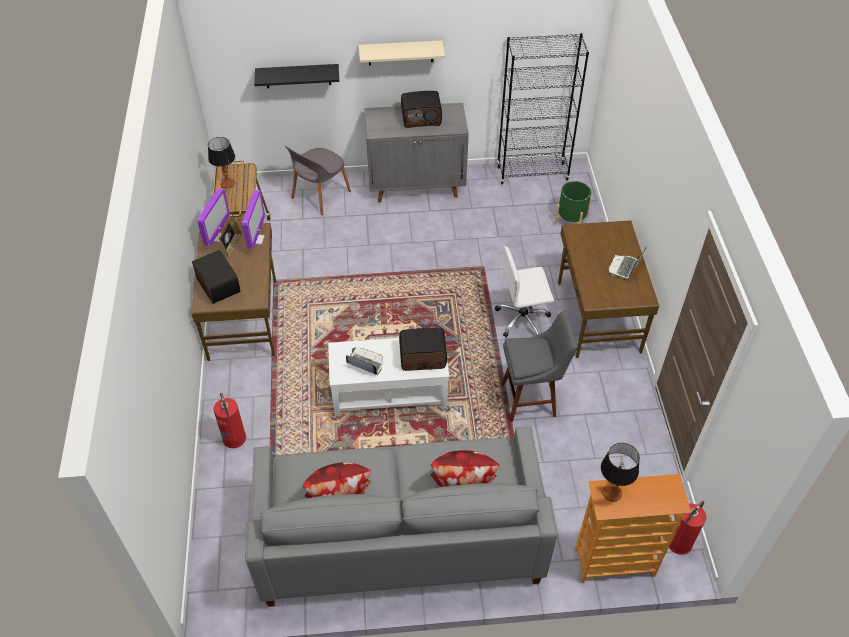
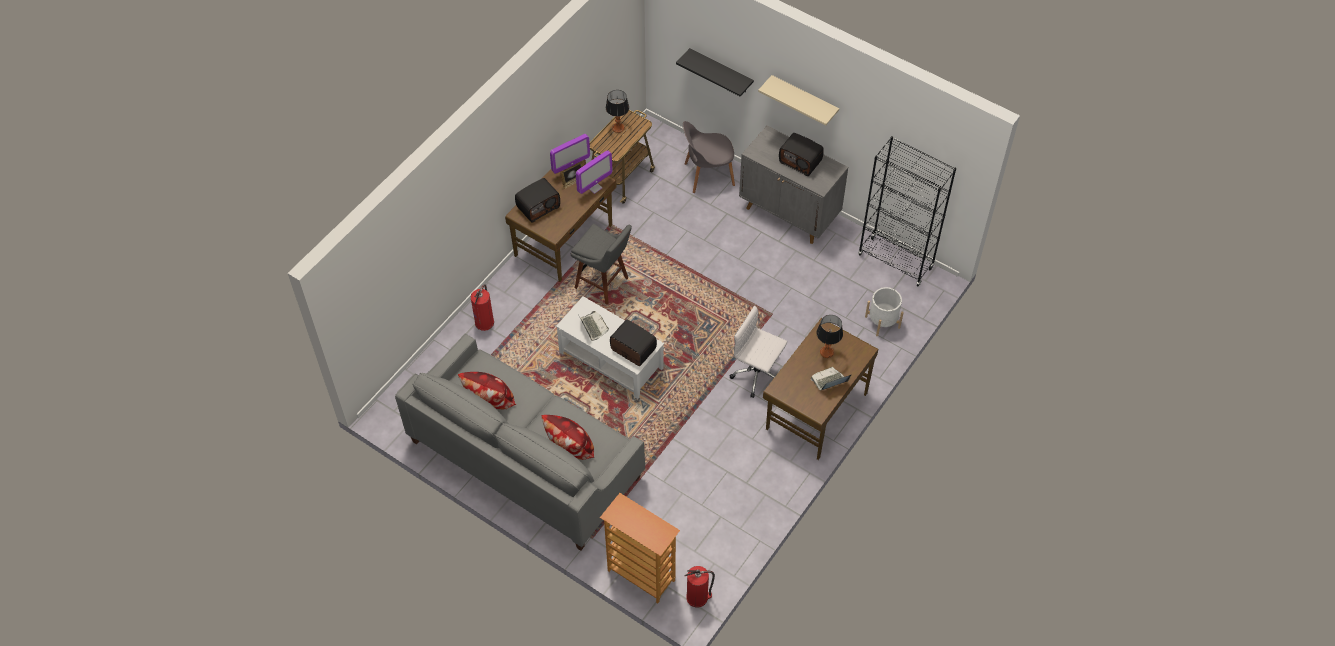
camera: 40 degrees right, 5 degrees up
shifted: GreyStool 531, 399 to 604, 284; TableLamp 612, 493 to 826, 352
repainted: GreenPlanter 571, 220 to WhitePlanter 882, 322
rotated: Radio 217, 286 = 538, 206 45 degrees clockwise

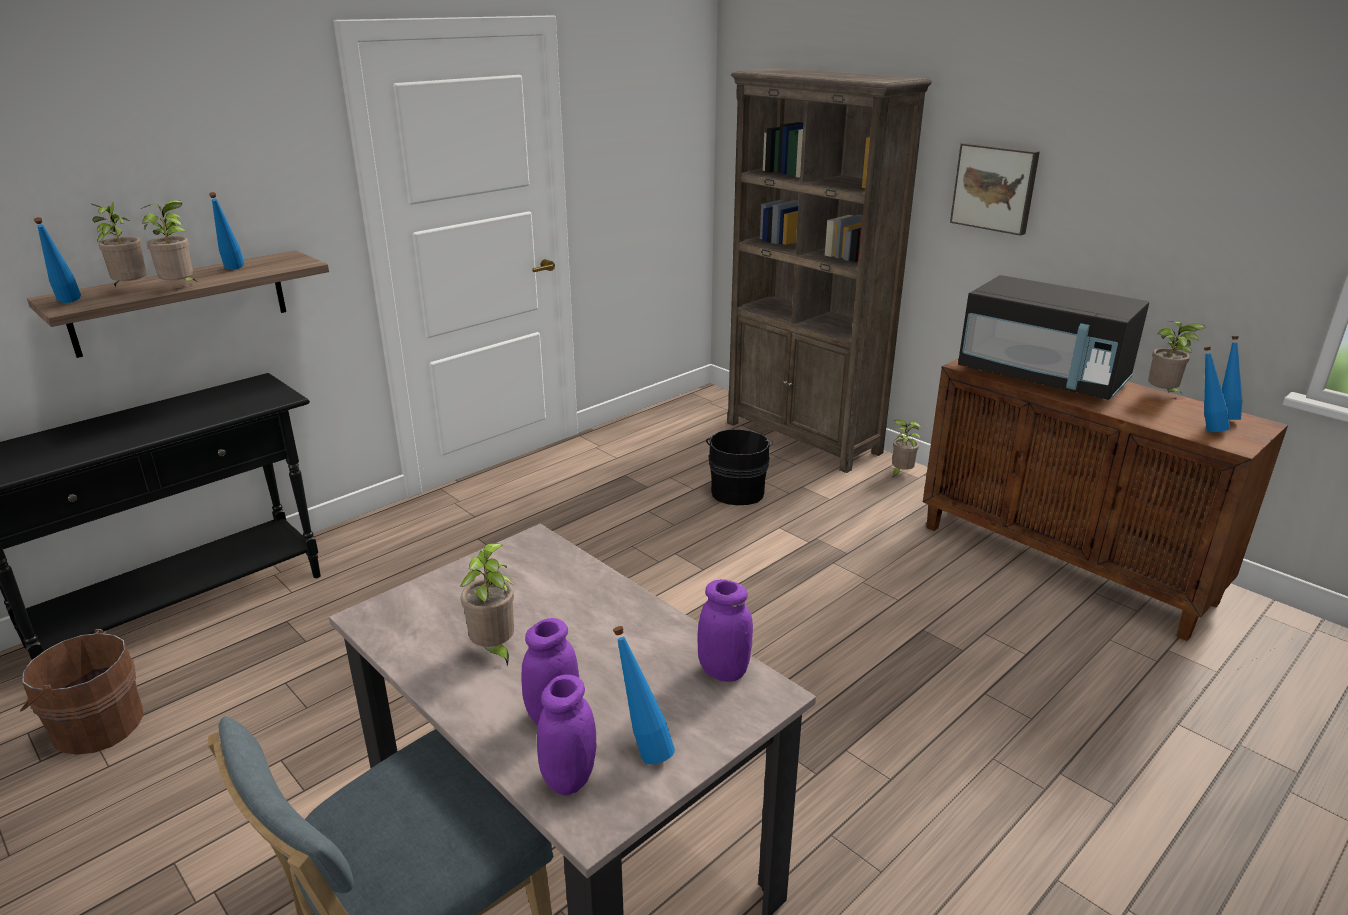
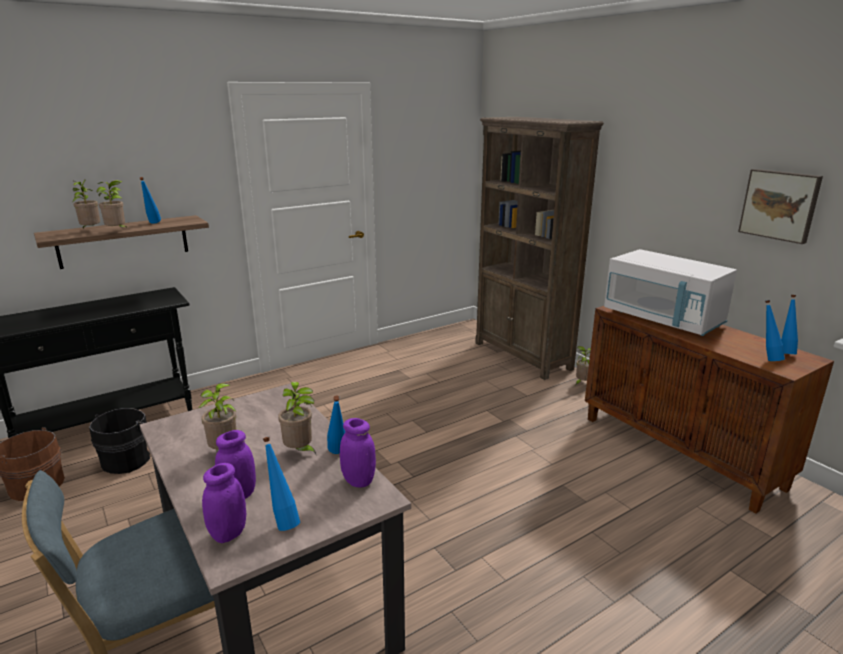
camera: 10 degrees right, 5 degrees down
shifted: BlackBucket 738, 491 to 128, 459; PottedPlant 1163, 395 to 300, 451; BlueBottle 68, 303 to 338, 455; Picture 995, 187 to 780, 205
repainted: BlackMicrowave 1042, 378 to WhiteMicrowave 662, 319

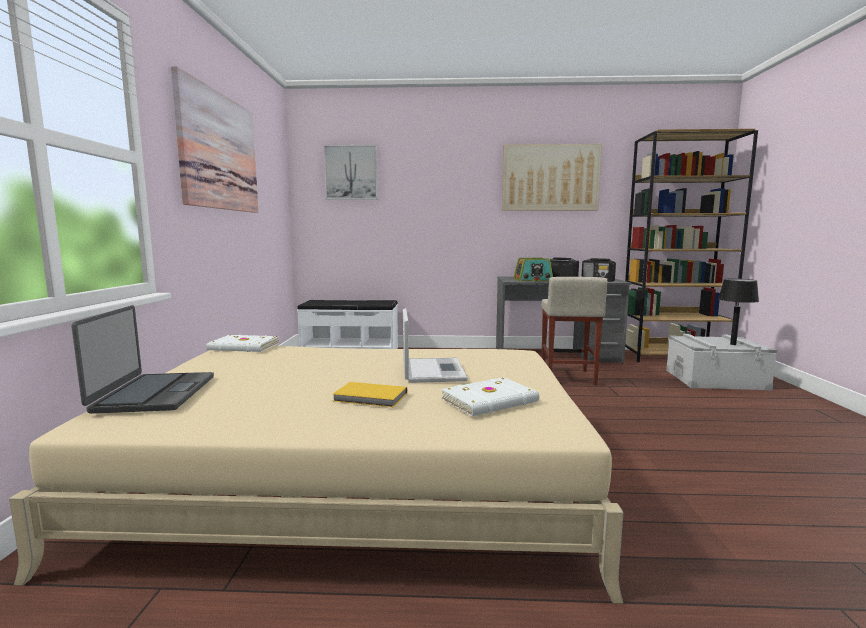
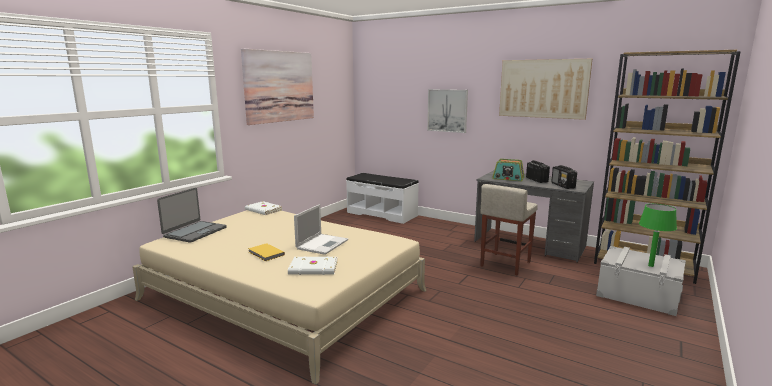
camera: 30 degrees right, 5 degrees up
shifted: Picture 351, 172 to 447, 110
repainted: BlackTableLamp 733, 344 to GreenTableLamp 651, 265

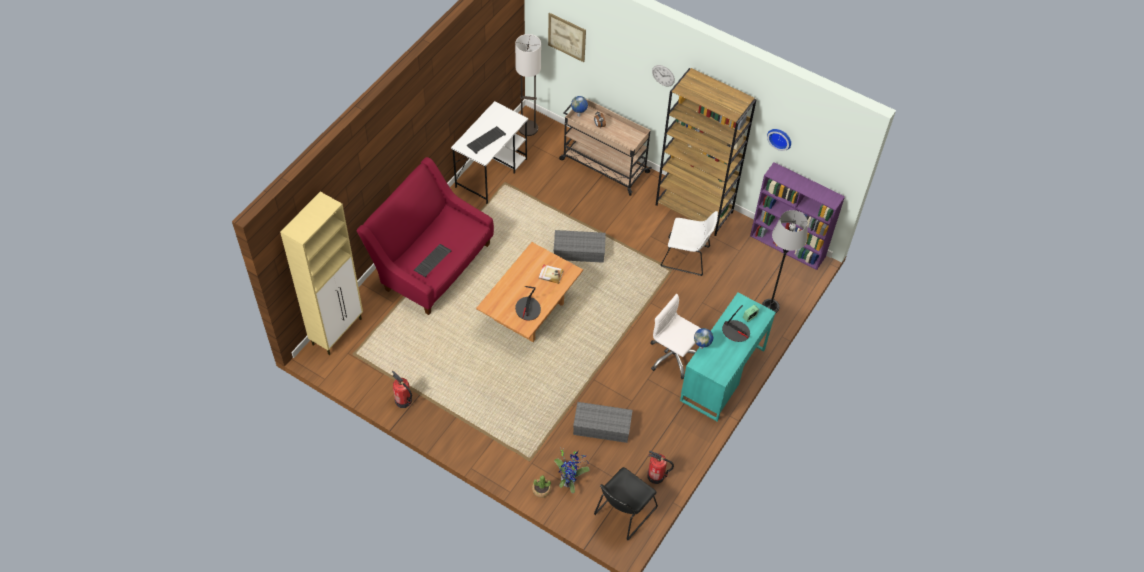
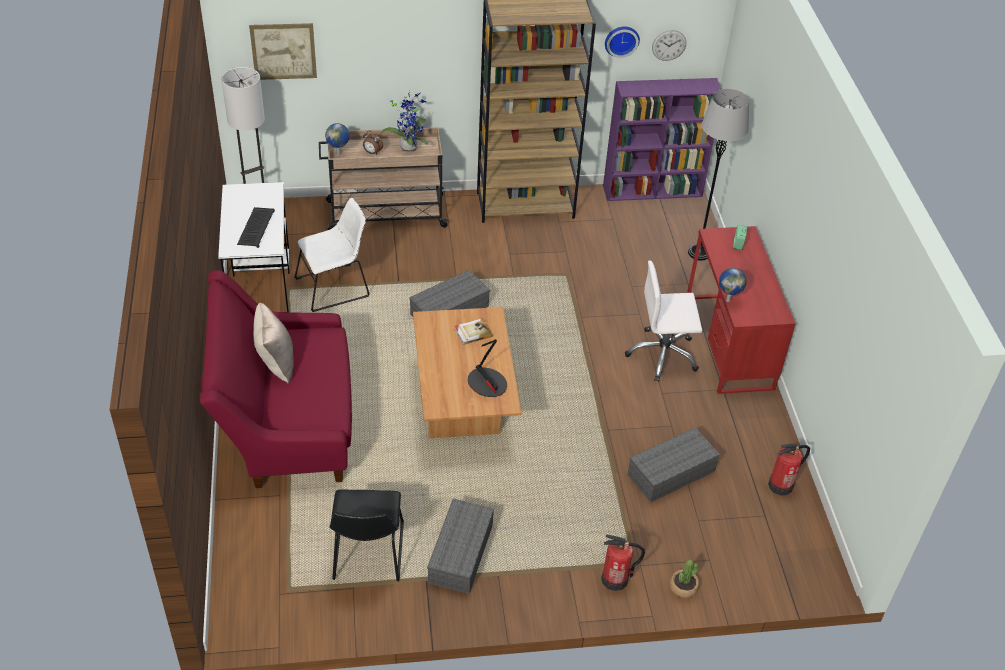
camera: 40 degrees left, 10 degrees down
gone: BeigeCabinet 337, 331; Keyboard 432, 260; TableLamp 735, 331
new: BeigePillow 275, 362; GreyStorageBox 461, 555
shifted: WhiteChair 687, 257 to 335, 287; BlackChair 623, 512 to 368, 555; PottedPlant 569, 480 to 409, 146; FireExtinguisher 403, 401 to 615, 579; WallClock 663, 75 to 669, 45
repainted: TurquoiseDesk 722, 375 to RedDesk 728, 342

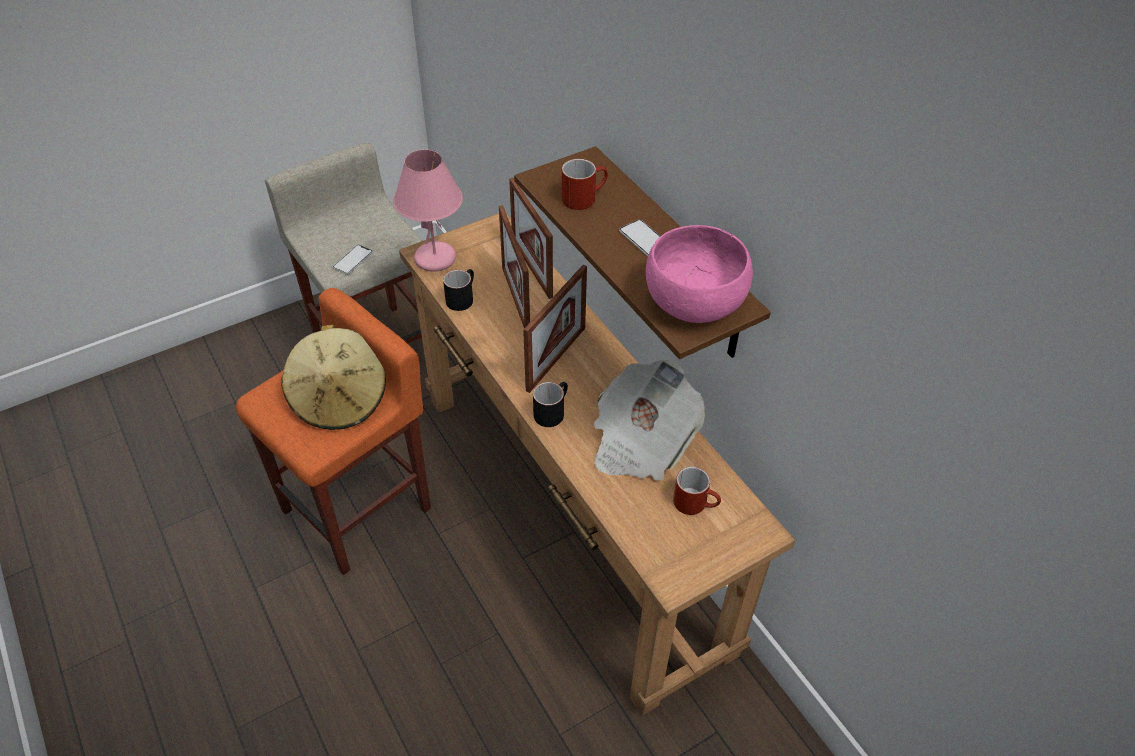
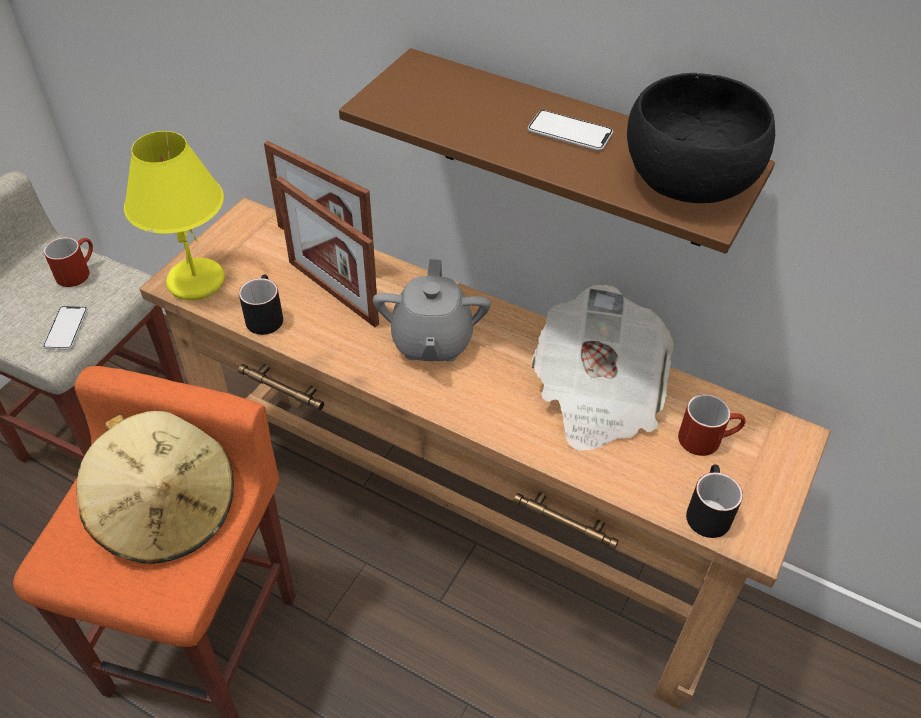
camera: 30 degrees left, 0 degrees up
shifted: RedMug 584, 197 to 77, 271; BlackMug 551, 411 to 706, 510
swapped: PictureFrame 556, 358 to GreyTeapot 431, 342
repainted: PinkTableLamp 435, 258 to YellowTableLamp 195, 281; PinkBowl 695, 302 to BlackBowl 689, 181

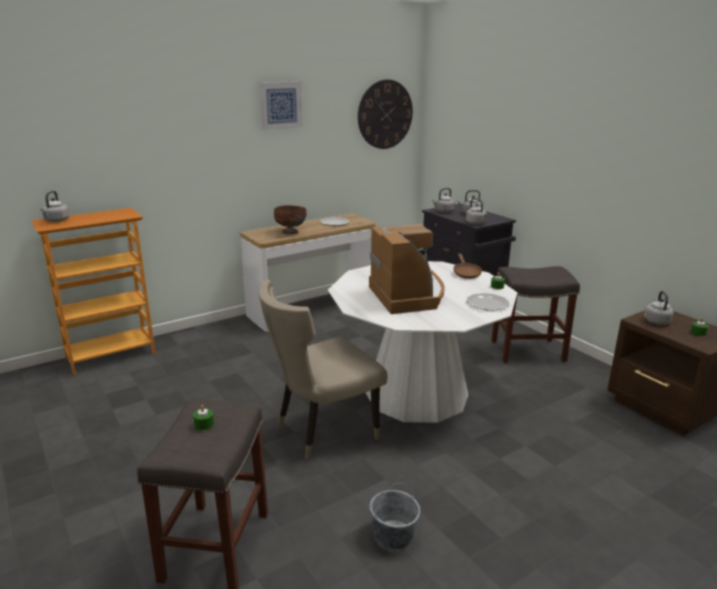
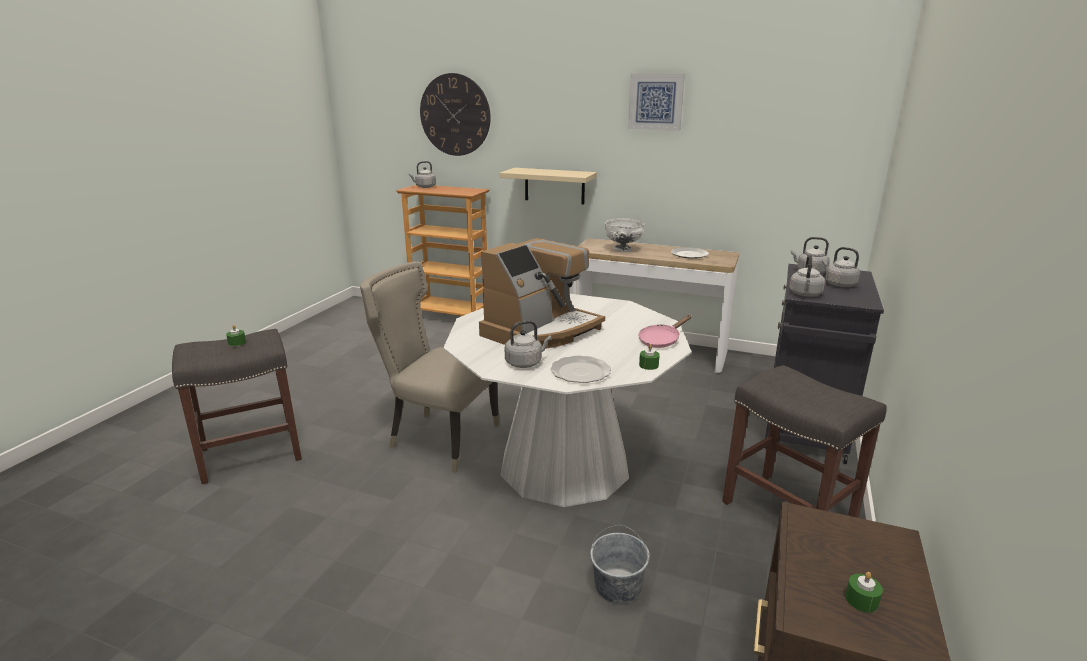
camera: 55 degrees right, 0 degrees up
new: BeigeShelf 554, 186
shifted: WallClock 385, 114 to 455, 115; GreyKettle 656, 321 to 525, 363; GreyBucket 393, 535 to 617, 586
repainted: BrownBowl 290, 232 to WhiteBowl 622, 250; BrownFryingPan 466, 273 to PinkFryingPan 661, 340

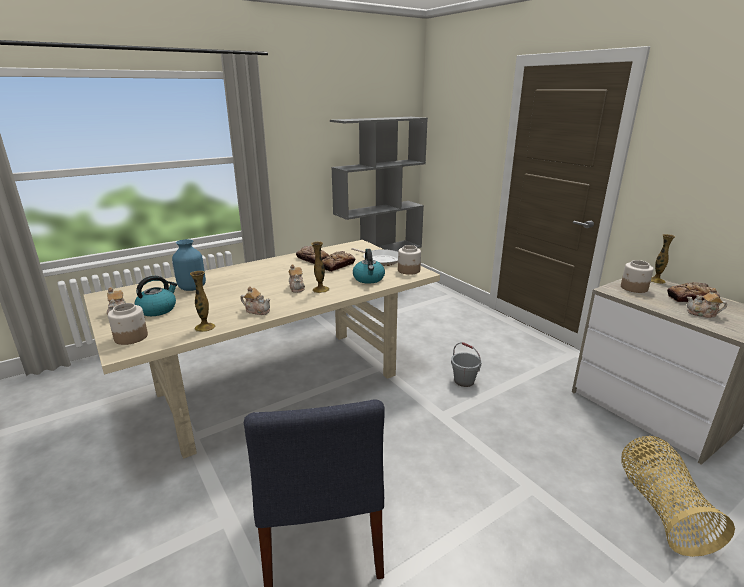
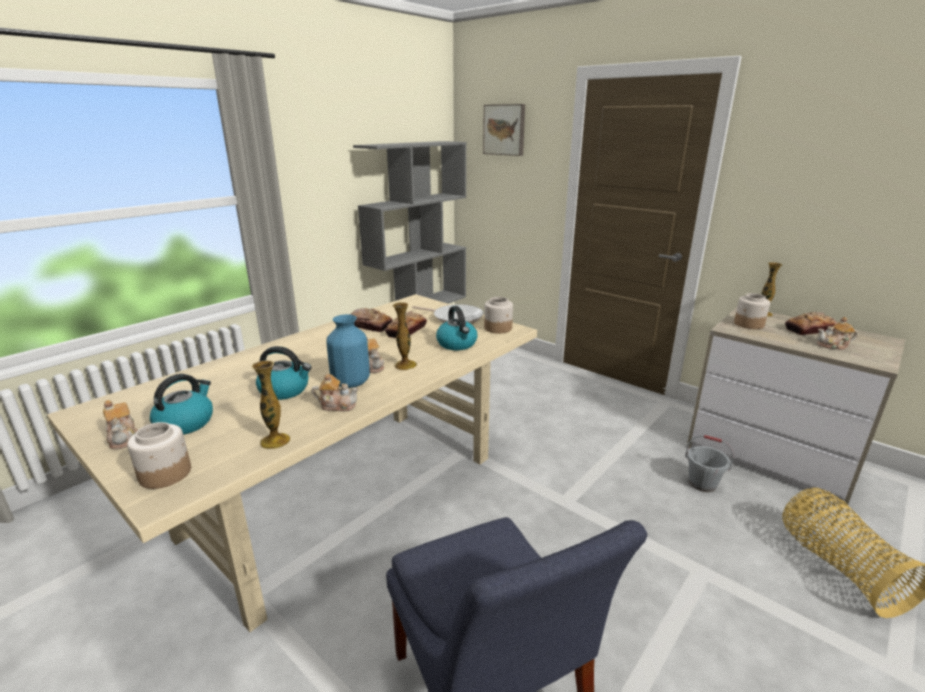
camera: 15 degrees left, 0 degrees up
new: Kettle 285, 390; Picture 505, 130
shifted: BlueVase 192, 288 to 351, 383; GreyBucket 464, 381 to 702, 483

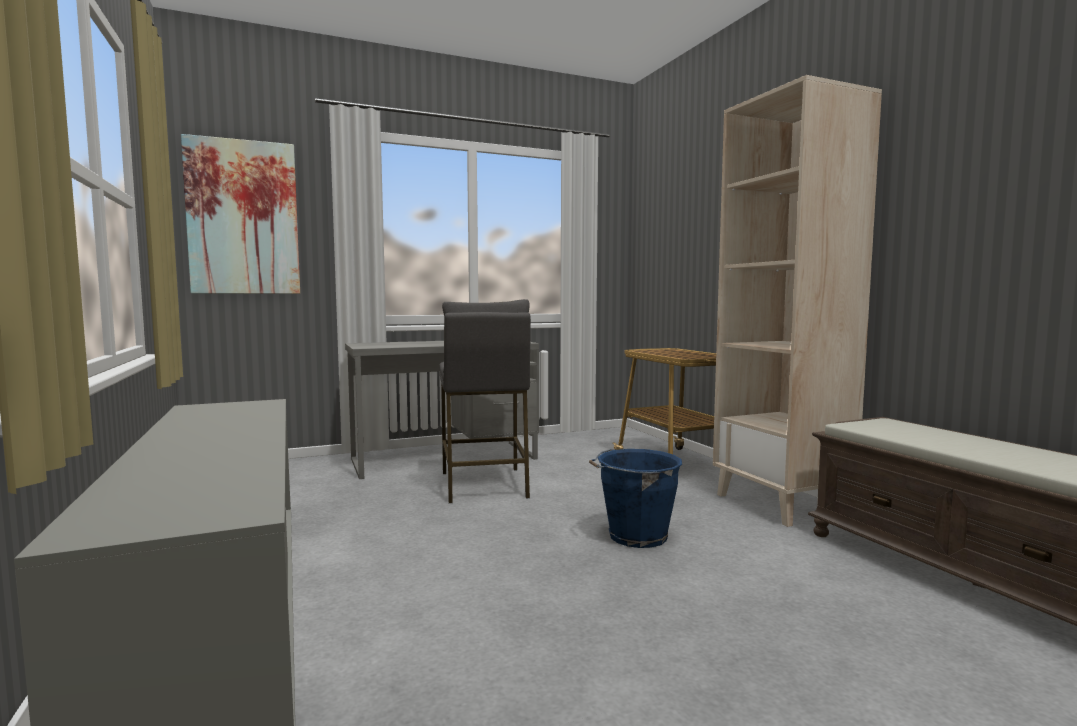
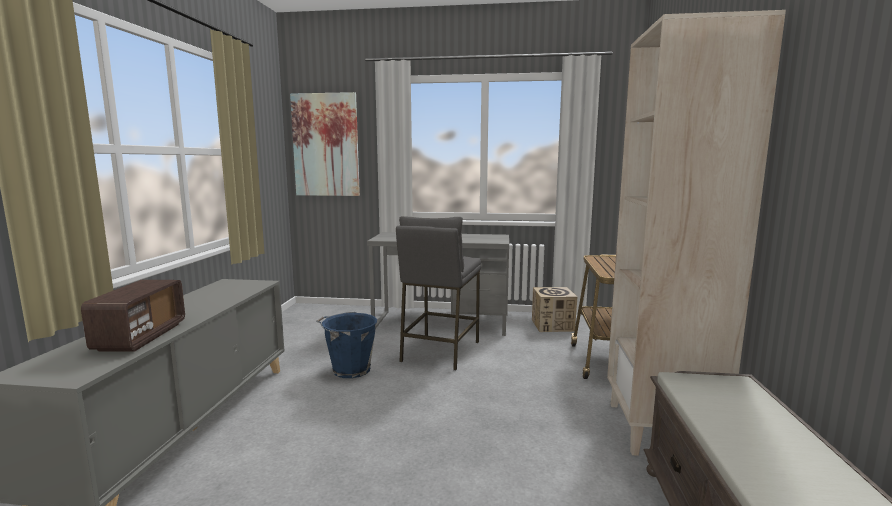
camera: 30 degrees right, 5 degrees up
new: Radio 141, 337; CardboardBox 552, 325
shifted: BlueBucket 635, 536 to 350, 370

